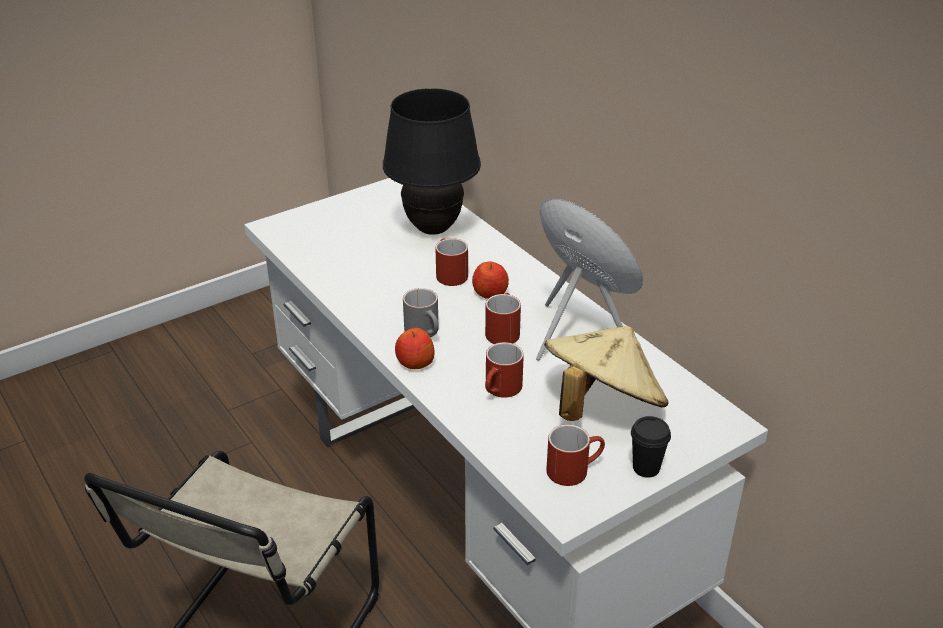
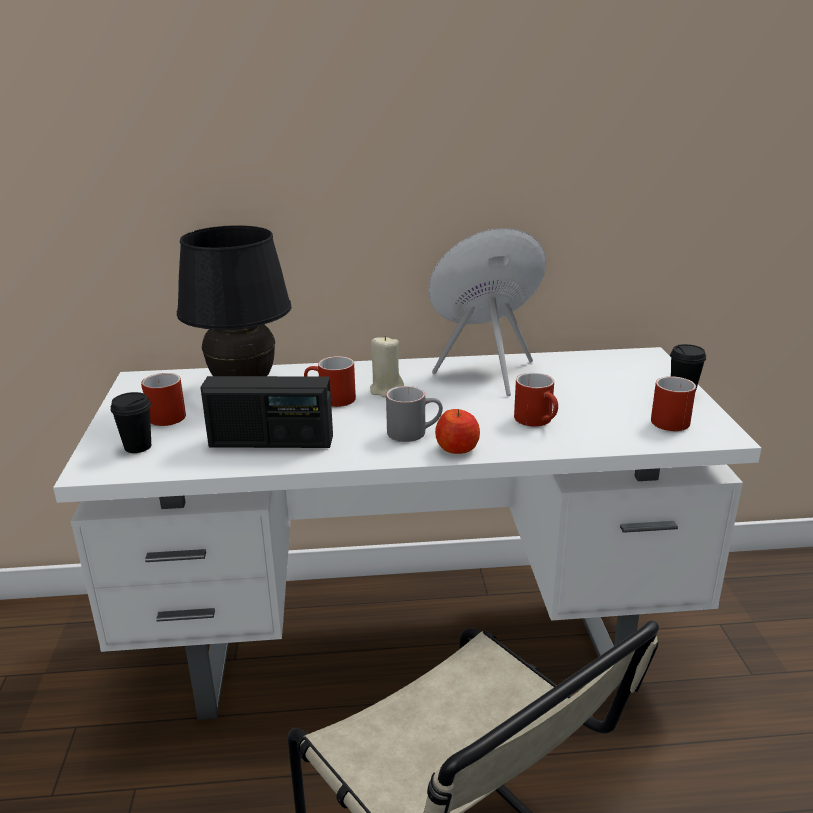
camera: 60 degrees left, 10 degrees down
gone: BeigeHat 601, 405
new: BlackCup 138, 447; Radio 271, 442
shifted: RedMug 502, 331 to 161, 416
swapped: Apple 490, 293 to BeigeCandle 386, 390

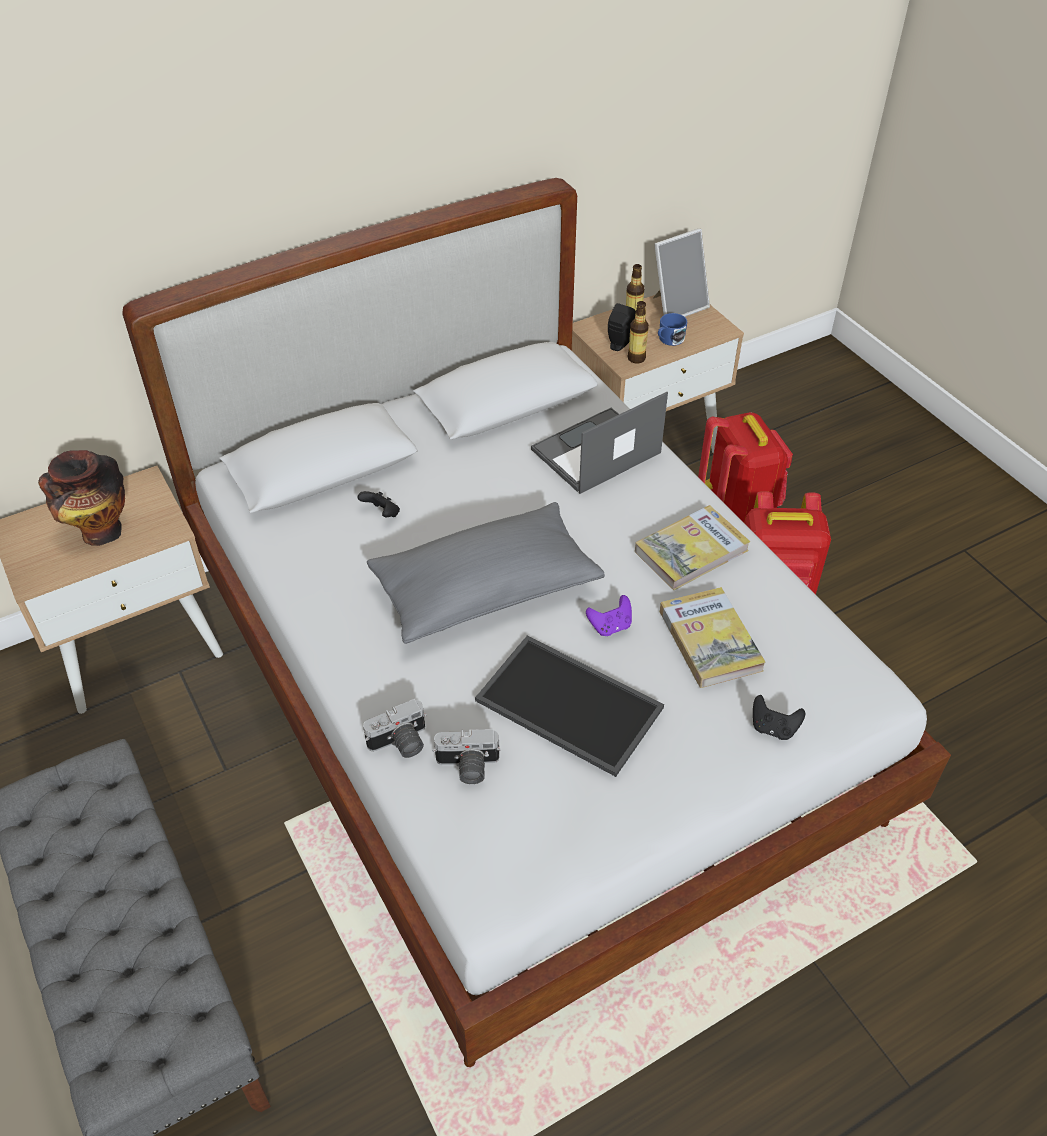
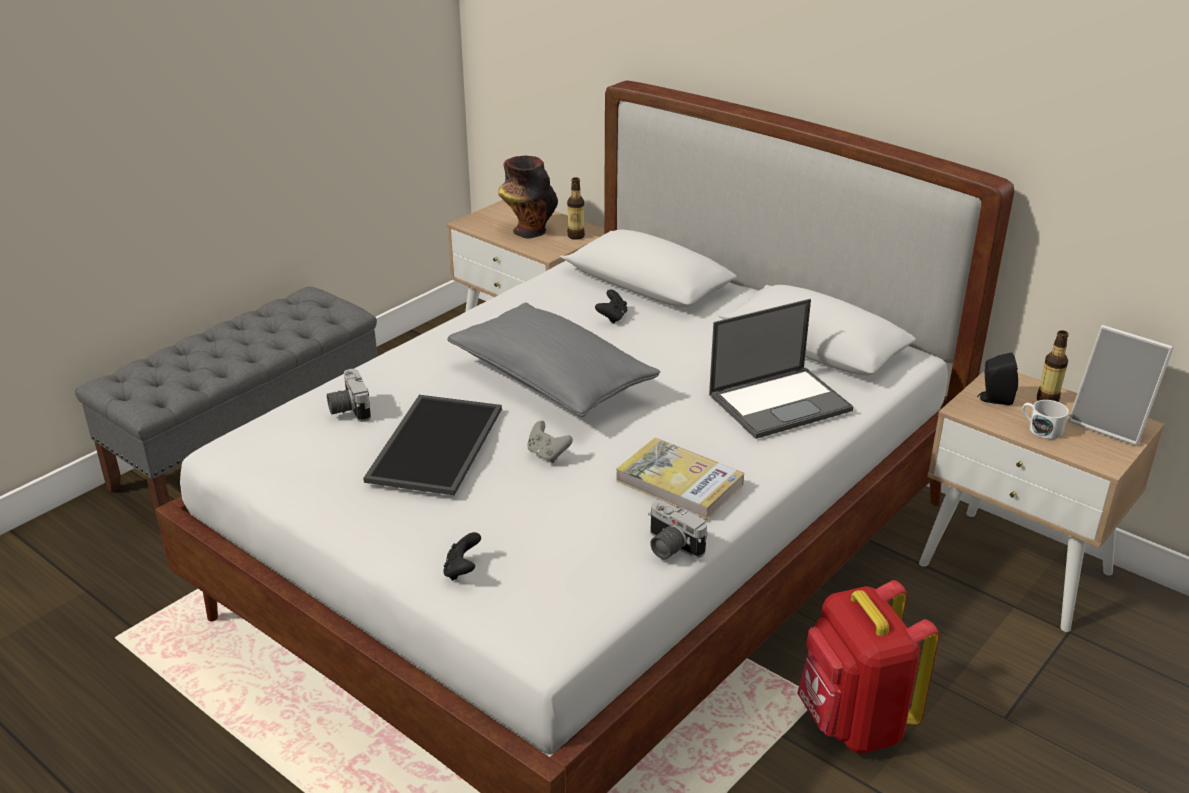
camera: 70 degrees right, 15 degrees down
gone: Book 710, 640; RedBackpack 738, 509
shifted: Bottle 636, 358 to 576, 236; PhotoCamera 400, 744 to 669, 548
repainted: PurpleGameController 610, 626 to GreyGameController 547, 454; BlueMug 669, 339 to WhiteMug 1040, 429
rotated: Laptop 595, 452 = 781, 402 120 degrees clockwise

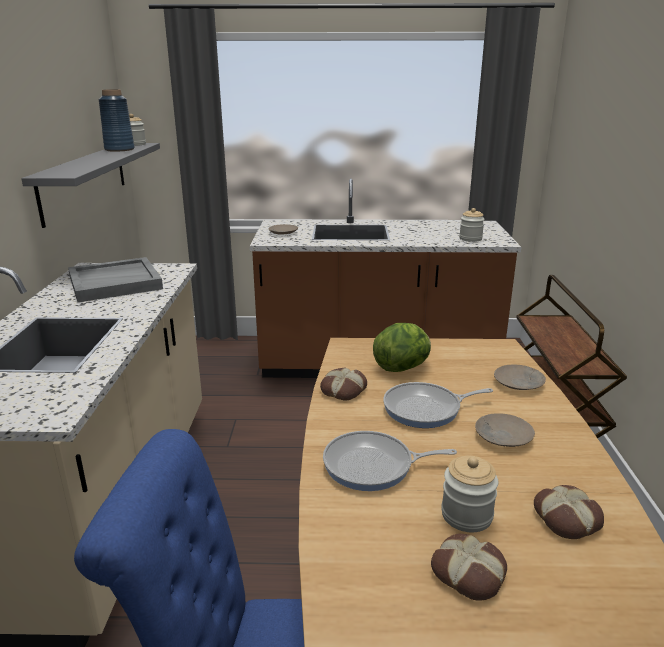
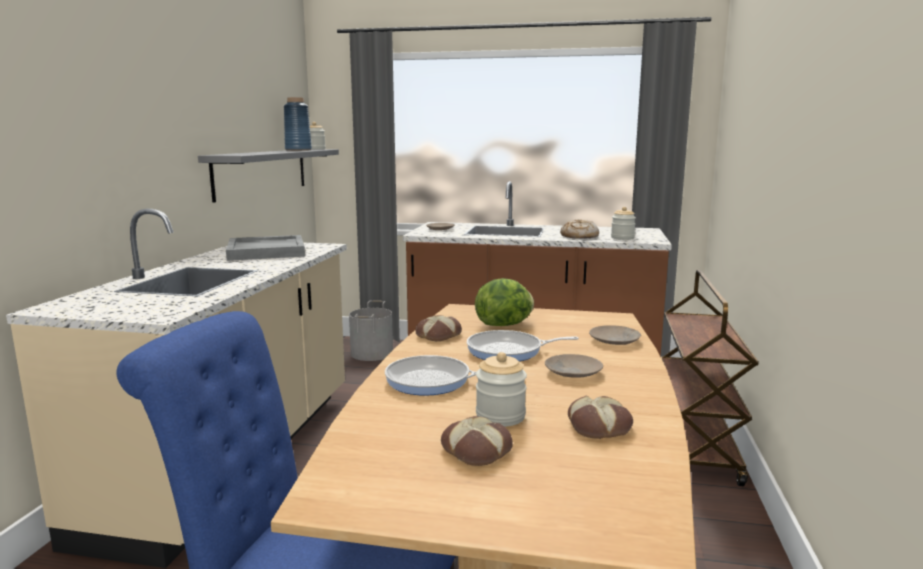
camera: 10 degrees right, 10 degrees down
new: GreyBucket 372, 353; Bread 579, 236

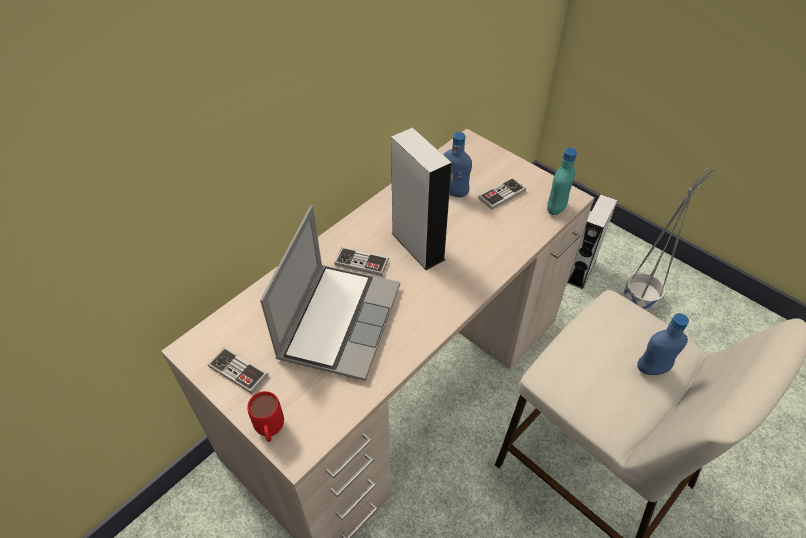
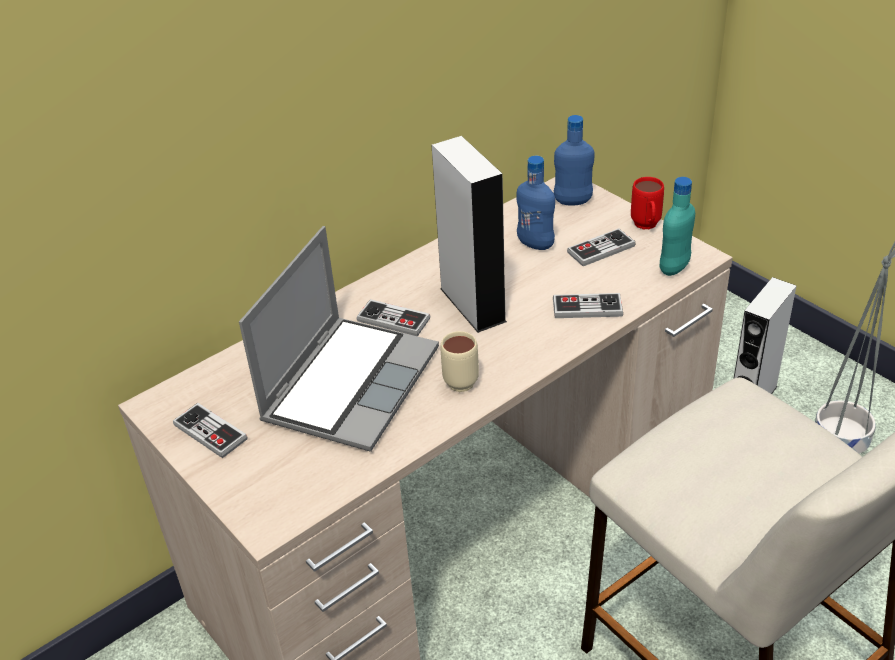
camera: 10 degrees right, 10 degrees down
new: BeigeMug 461, 378; GameController 587, 308
shifted: BlueBottle 652, 369 to 573, 201; RedMug 270, 432 to 646, 227

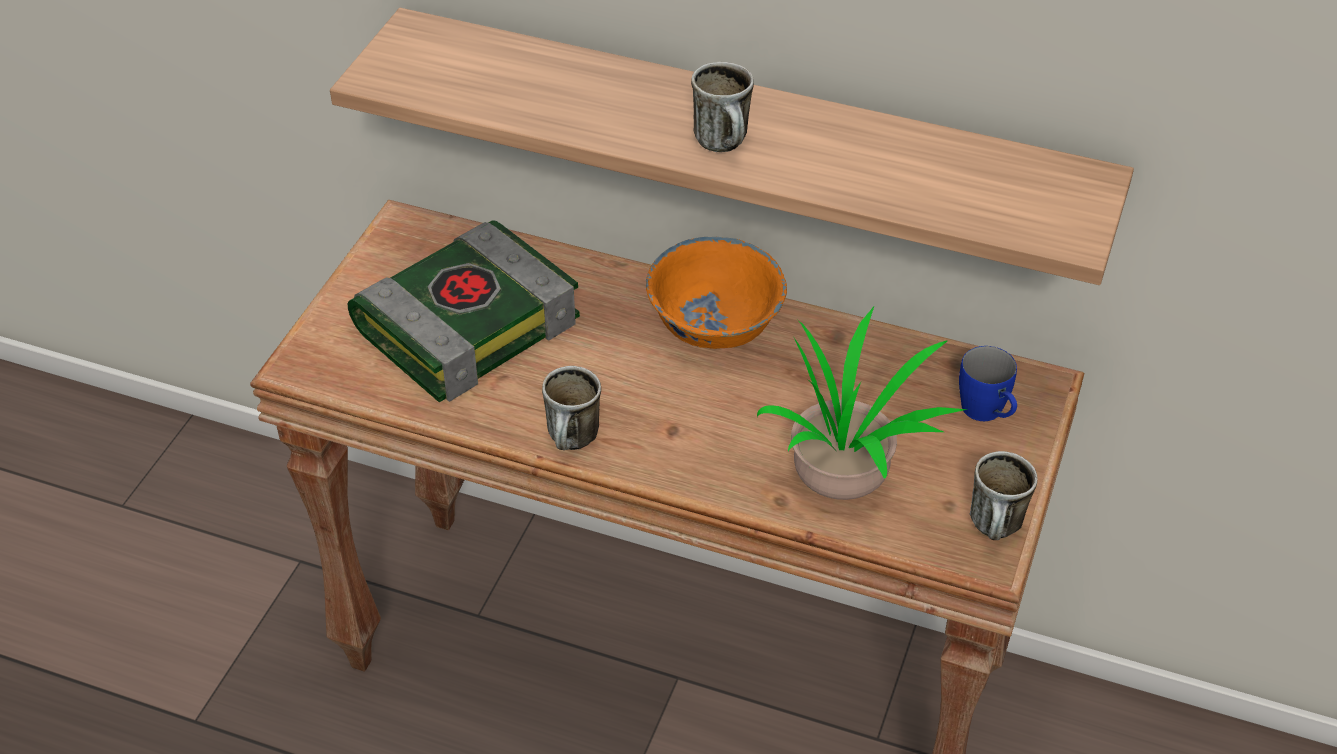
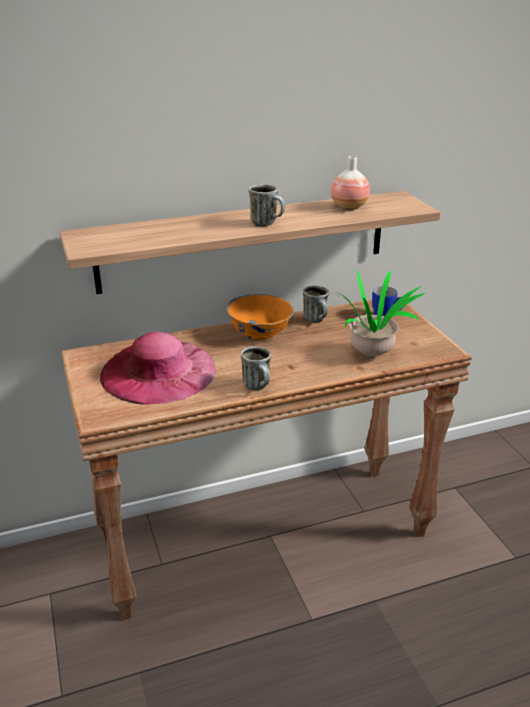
camera: 40 degrees left, 15 degrees down
new: Vase 349, 207
shifted: Mug 997, 531 to 317, 320
swapped: Book 468, 323 to PinkHat 158, 372

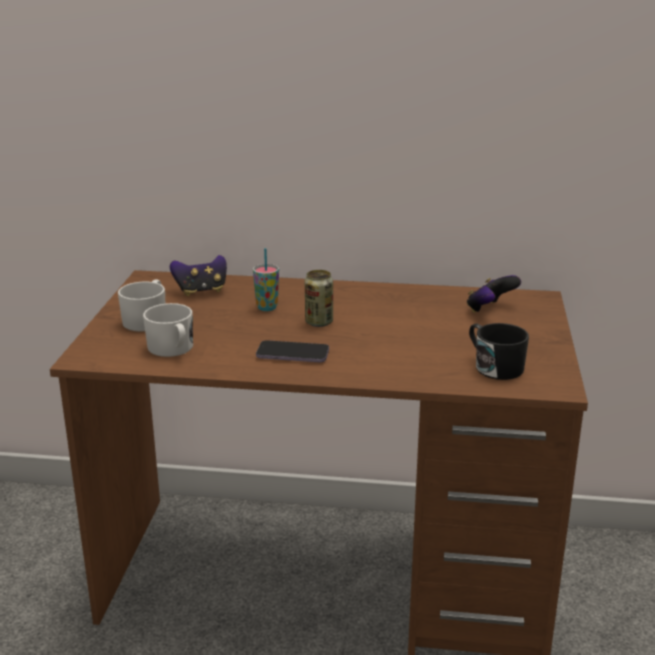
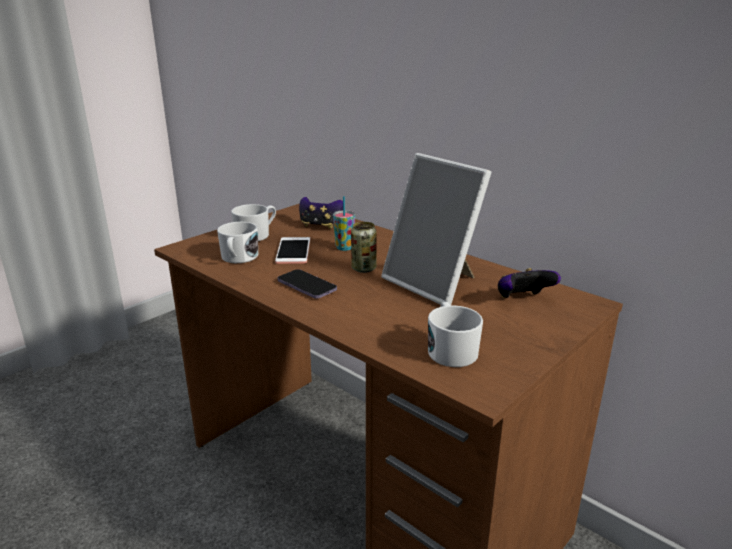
camera: 35 degrees right, 0 degrees up
new: Phone 293, 251; PictureFrame 434, 284
repainted: BlackMug 494, 366 to WhiteMug 450, 349

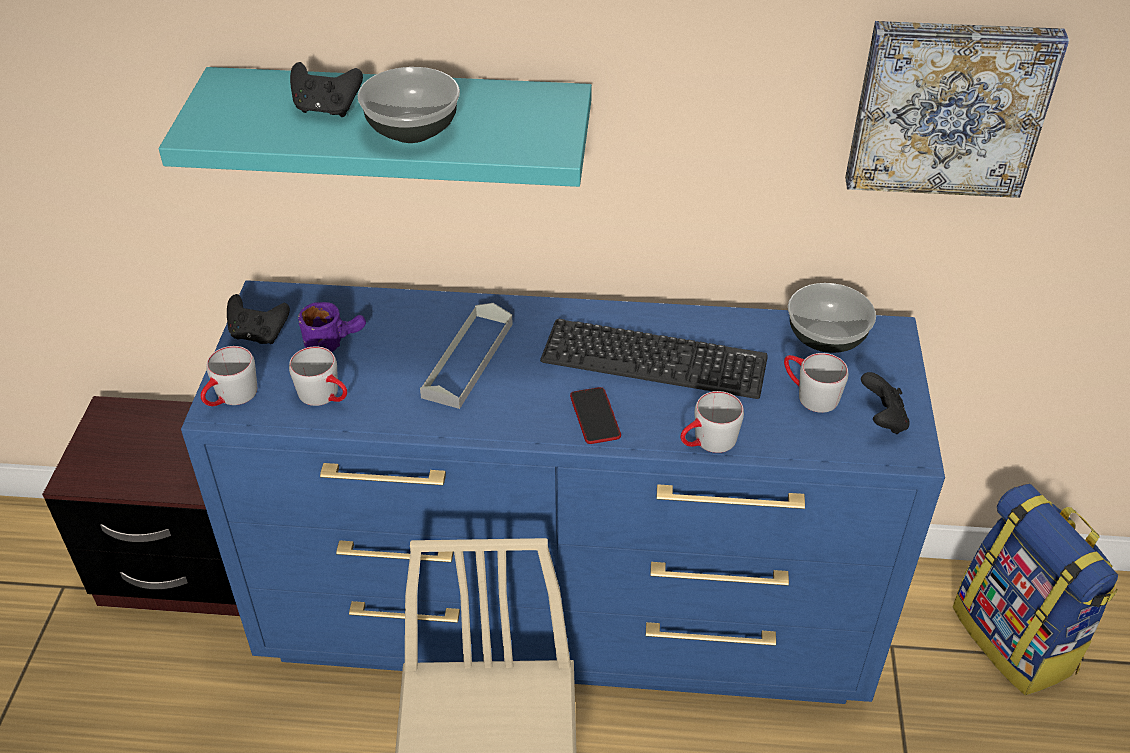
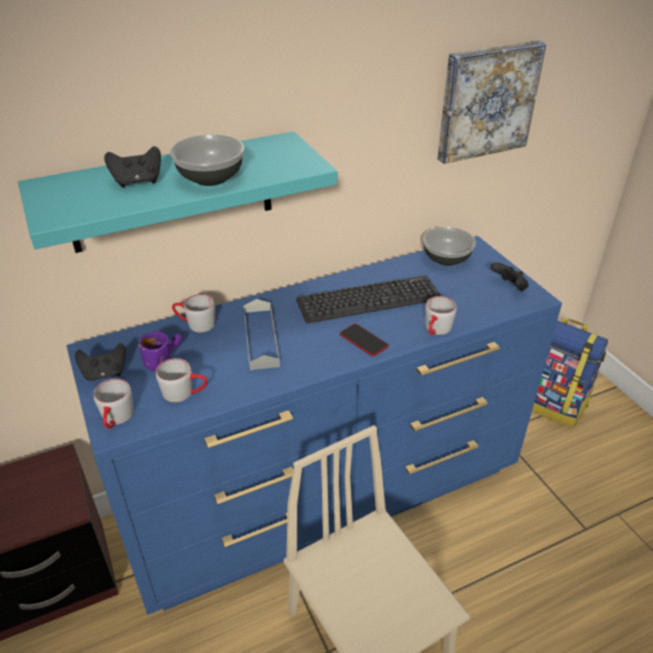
camera: 30 degrees left, 5 degrees down
shifted: GreyMug 809, 394 to 195, 324

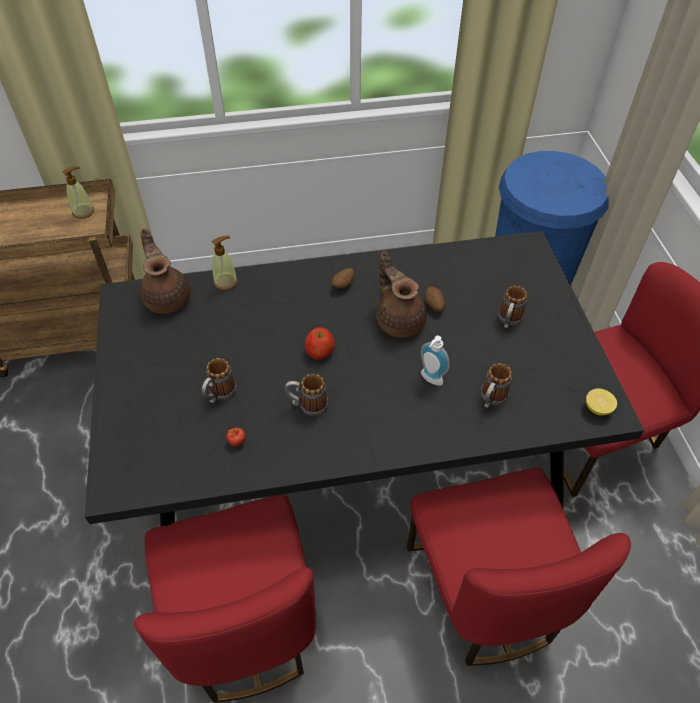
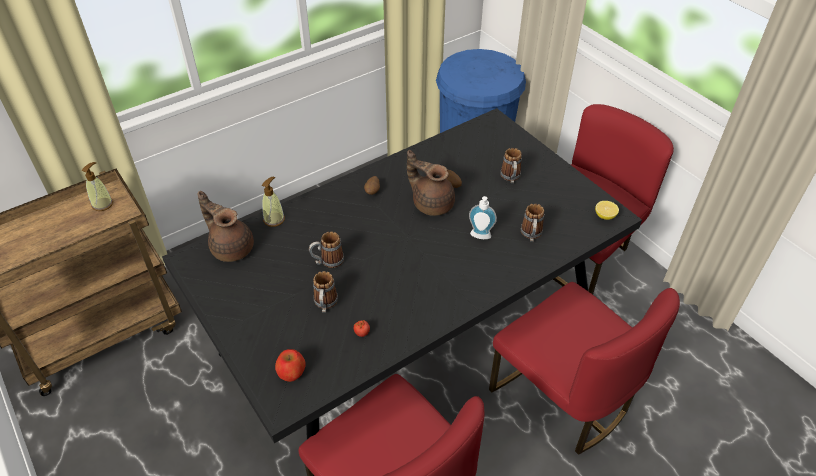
camera: 25 degrees left, 5 degrees down
shifted: Apple 320, 351 to 291, 372; Mug 307, 405 to 327, 261

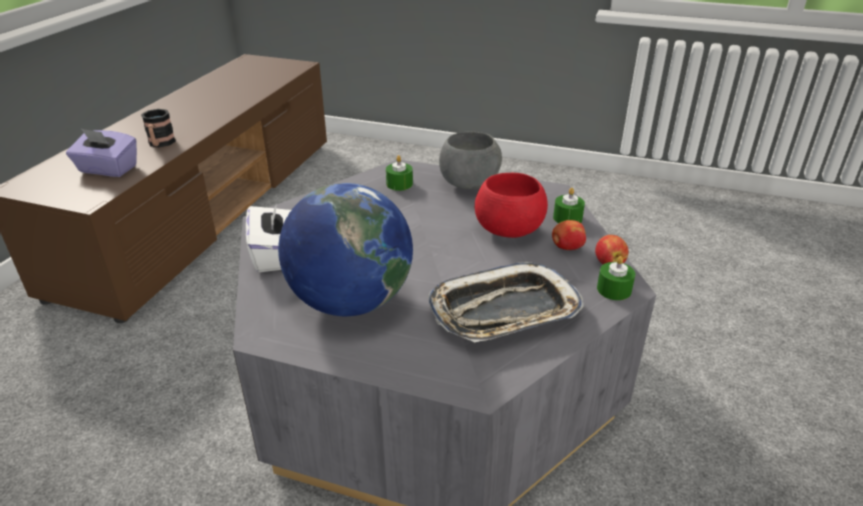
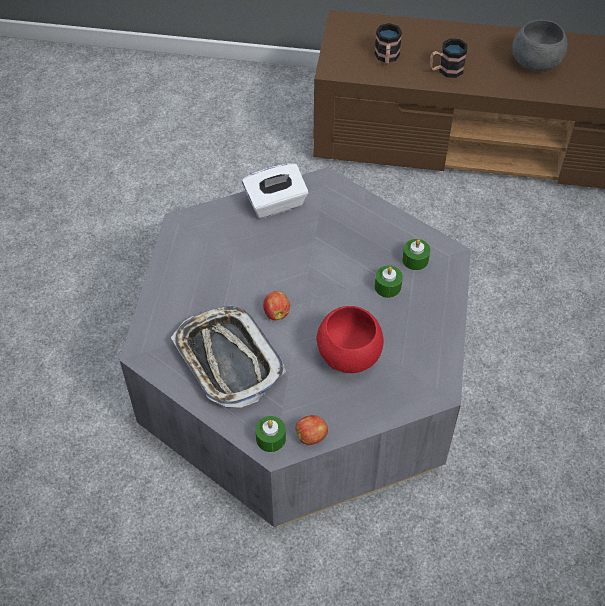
camera: 80 degrees right, 20 degrees up
gone: Globe 350, 302
shifted: Apple 566, 247 to 276, 312; GreenCandle 567, 218 to 387, 286; GreyBowl 470, 184 to 535, 64
swapped: PurpleTissueBox 108, 169 to Mug 386, 58

